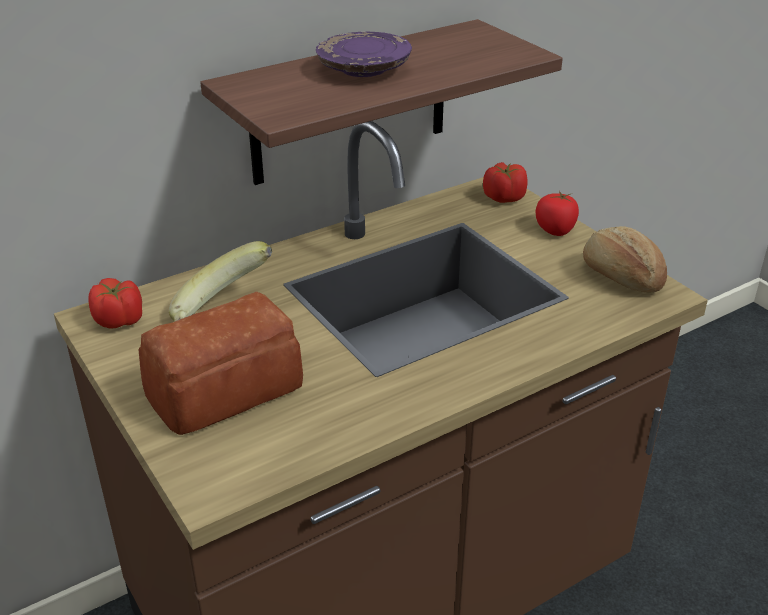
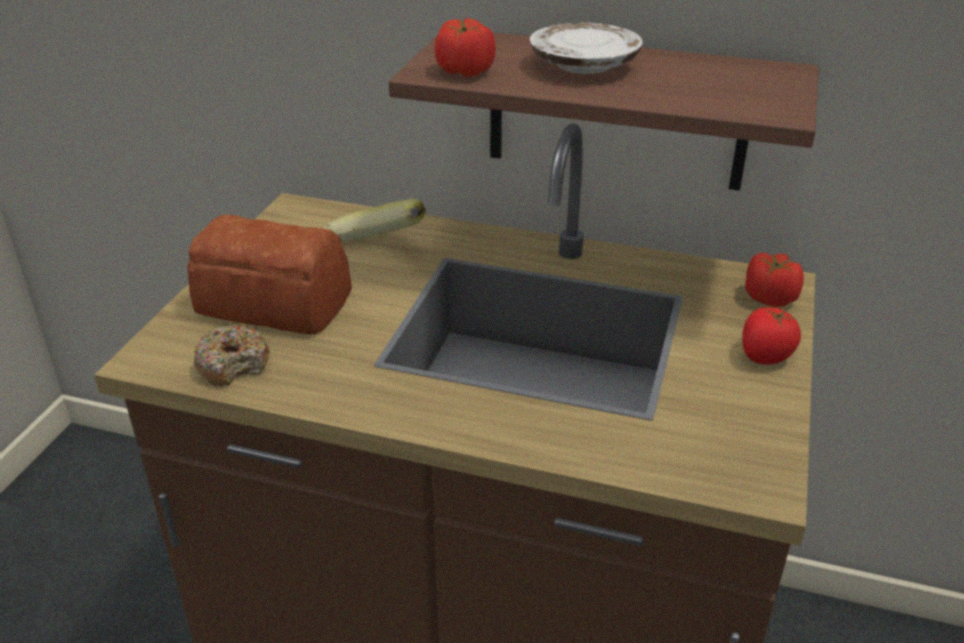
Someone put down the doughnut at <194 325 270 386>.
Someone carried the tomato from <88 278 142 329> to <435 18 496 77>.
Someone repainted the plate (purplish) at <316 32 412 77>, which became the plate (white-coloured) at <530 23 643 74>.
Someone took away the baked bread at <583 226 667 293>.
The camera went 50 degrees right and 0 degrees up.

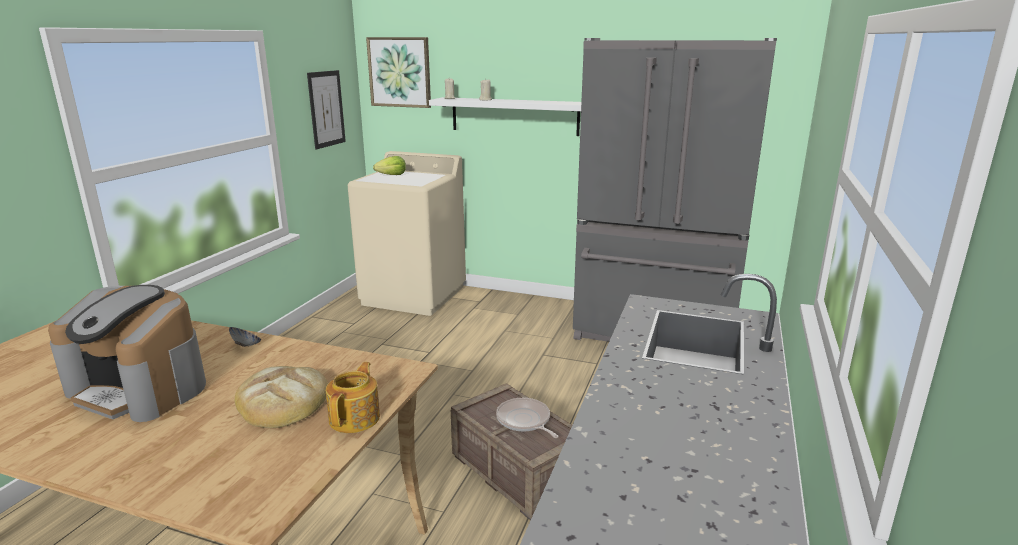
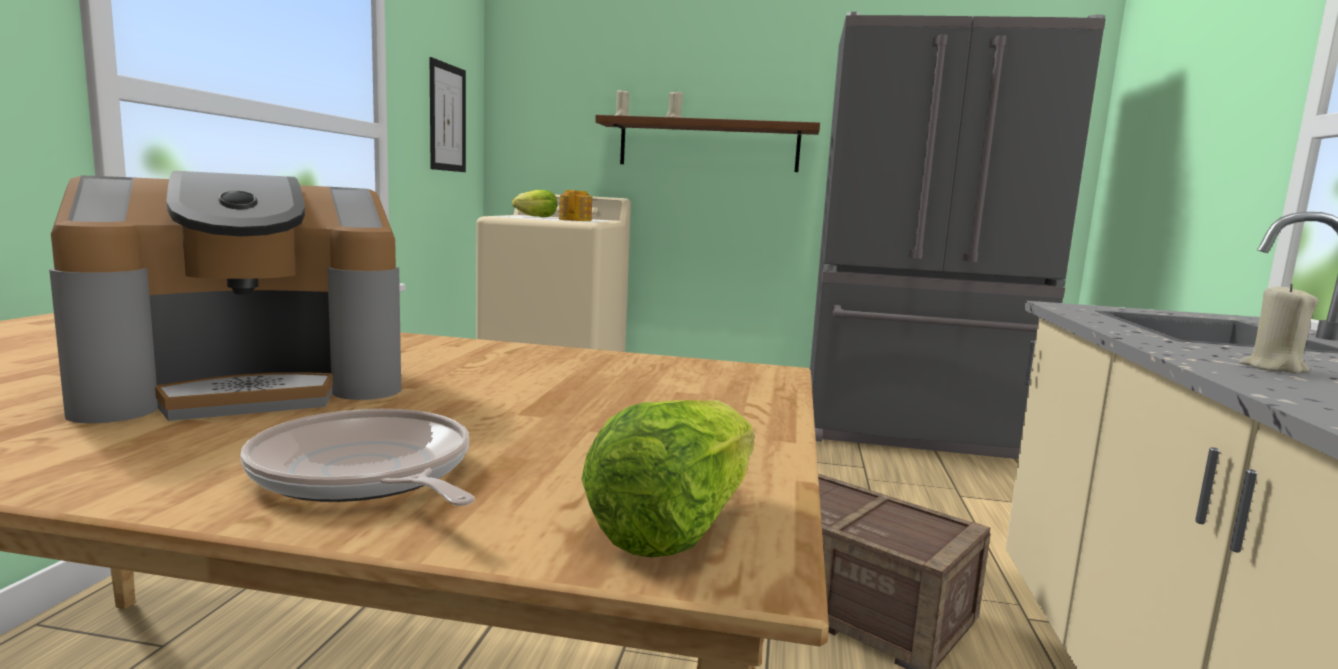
Someone rotated the coffee machine at <48 285 206 422> by 45 degrees counterclockwise.
Someone carried the pan from <496 398 559 438> to <241 409 475 506>.
Someone carried the teapot from <326 362 380 433> to <559 190 592 221>.
Someone put down the lettuce head at <582 400 755 557>.
Someone repainted the shelf (white-coloured) at <429 97 581 136>, which became the shelf (brownish) at <595 115 820 172>.
Someone put down the candle (sand-coloured) at <1239 284 1318 373>.
Someone took away the deep dish at <229 327 261 347>.
Someone took away the baked bread at <235 366 328 428>.
Someone took away the wall picture at <366 37 431 108>.
The camera went 10 degrees left and 10 degrees down.

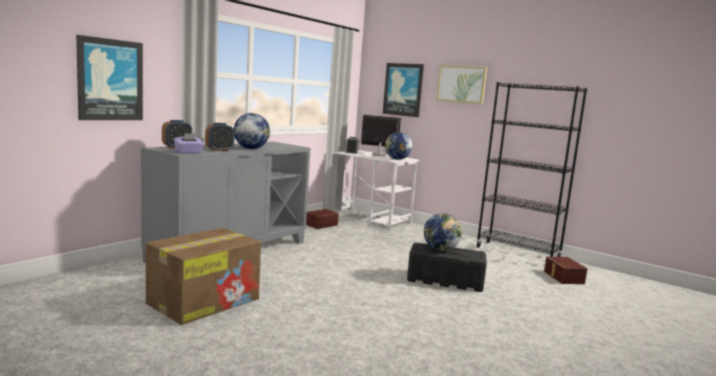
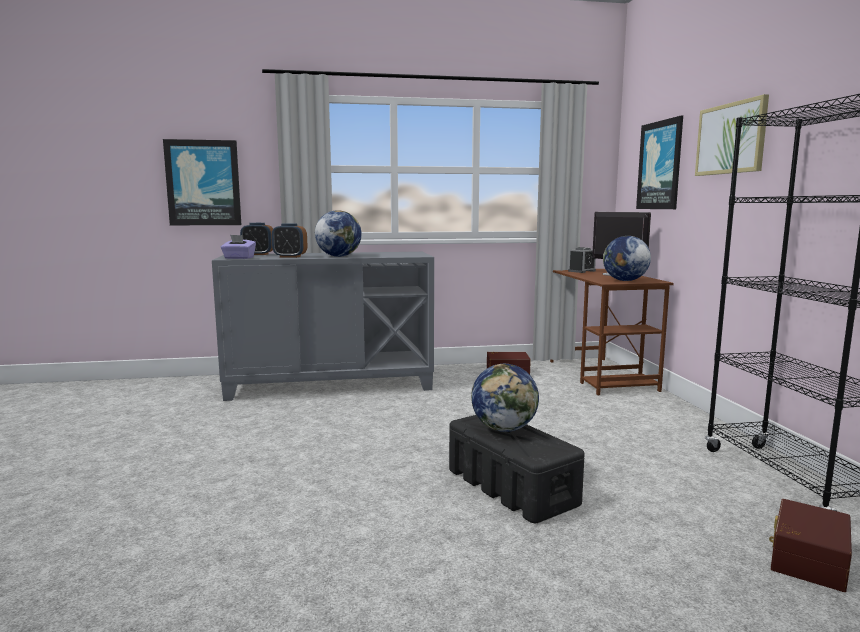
Someone repainted the desk (white-coloured) at <333 150 419 230>, which became the desk (brownish) at <550 269 674 395>.
Someone took away the cardboard box at <146 228 261 325>.
The camera went 45 degrees right and 0 degrees up.

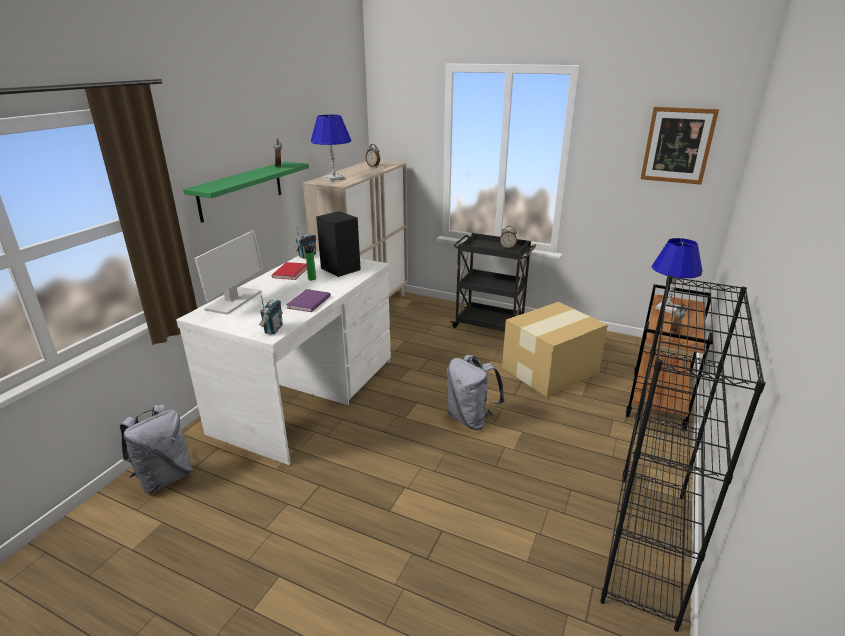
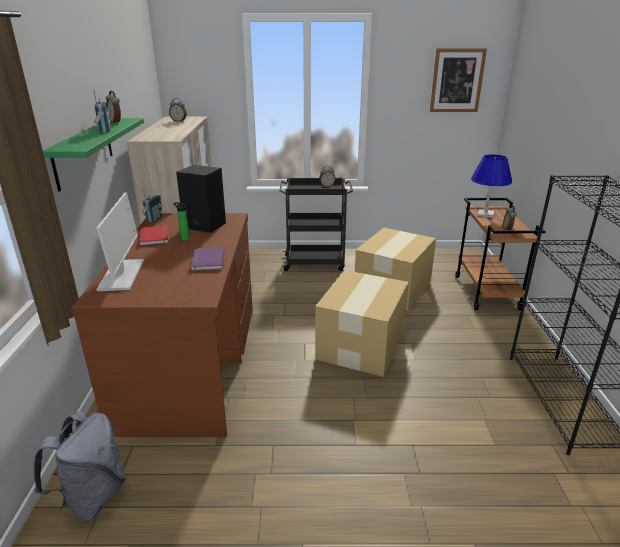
Someone repainted the desk (white-coloured) at <176 251 391 465>, which became the desk (brownish) at <71 213 253 437>.
Someone carried the radio receiver from <259 295 283 335> to <93 89 111 133>.
Someone swapped the backpack (greyish) at <447 355 505 430> for the cardboard box at <315 270 409 377>.
Someone took away the lamp for a table (blue-coloured) at <311 115 351 181>.
The camera went 25 degrees left and 0 degrees up.

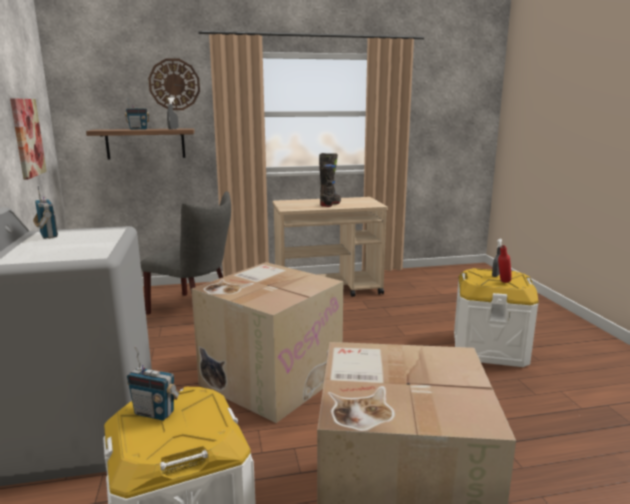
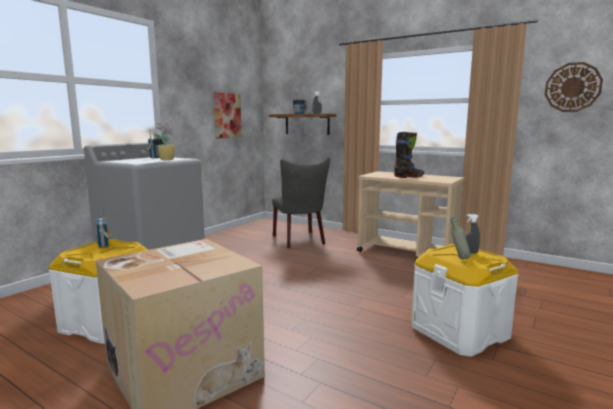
Someone put down the houseplant at <154 122 175 160>.
Someone repainted the drink bottle (reddish) at <498 245 512 283>, which became the drink bottle (greyish) at <451 217 471 259>.
Someone carried the hanging clock from <148 58 200 110> to <545 62 603 112>.
Someone took away the cardboard box at <191 262 343 423>.
The camera went 45 degrees right and 5 degrees down.

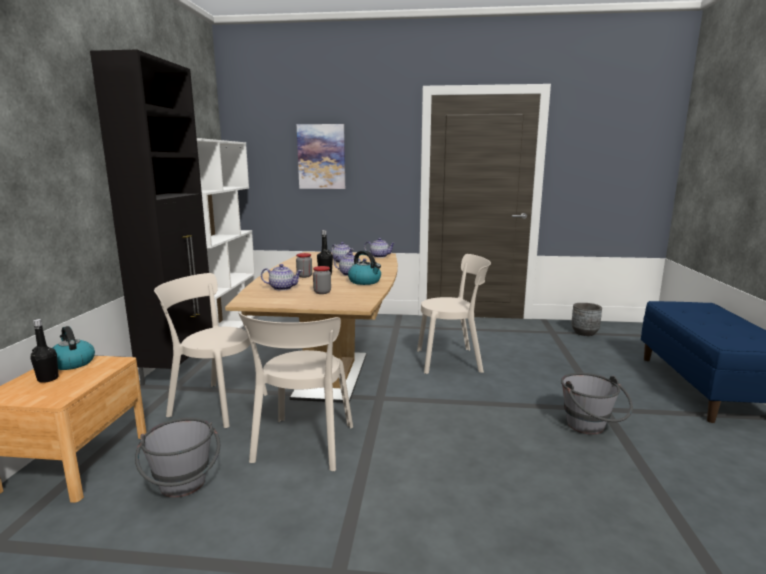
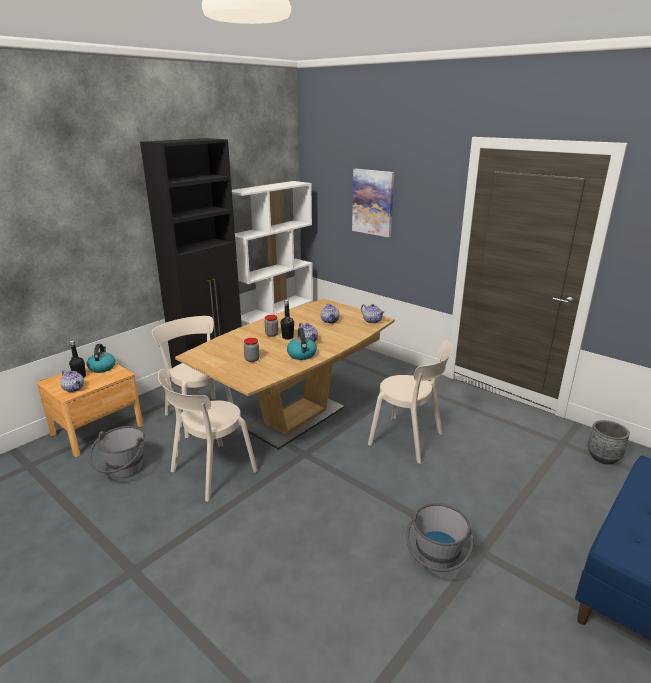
Someone carried the teapot from <261 264 302 291> to <60 370 84 392>.
The camera went 35 degrees right and 10 degrees up.

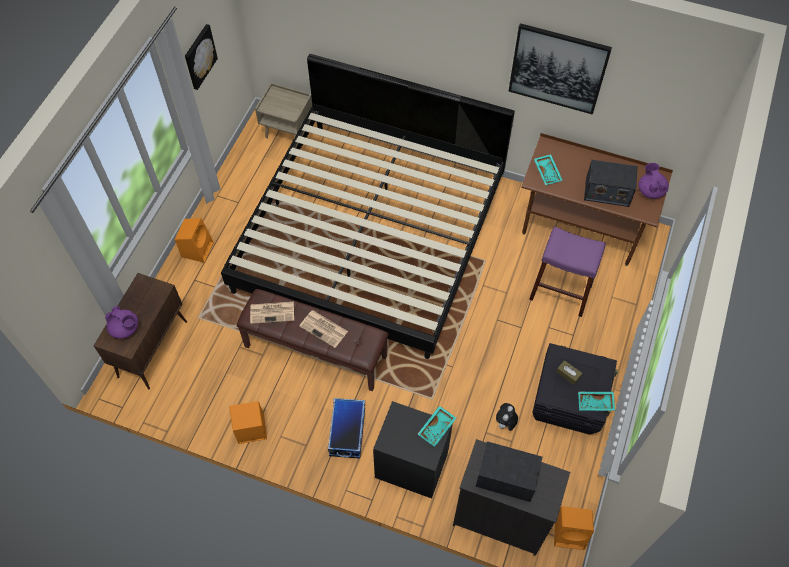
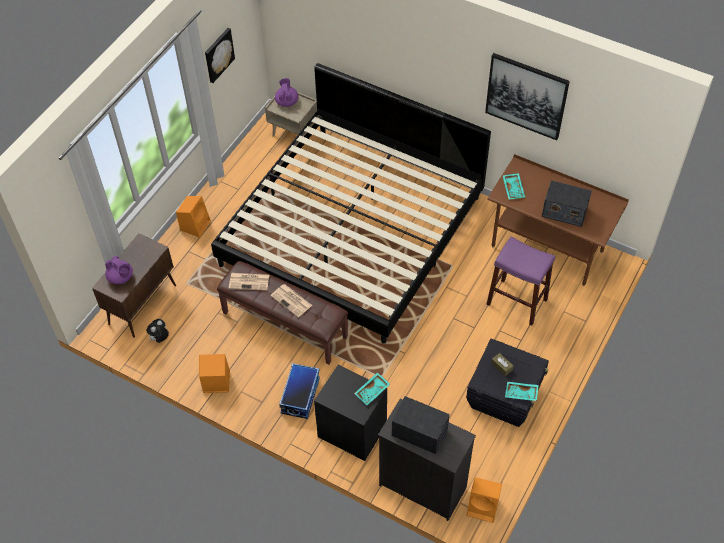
Someone carried the soft toy from <496 403 518 431> to <146 319 169 343>.
Someone carried the teapot (purplish) from <638 163 669 199> to <275 78 299 107>.
The camera went 10 degrees right and 5 degrees down.

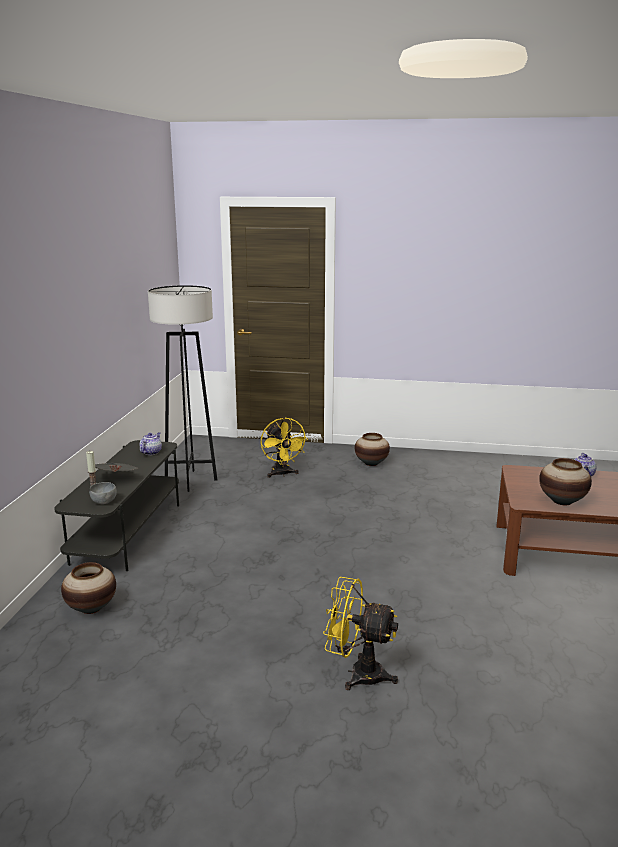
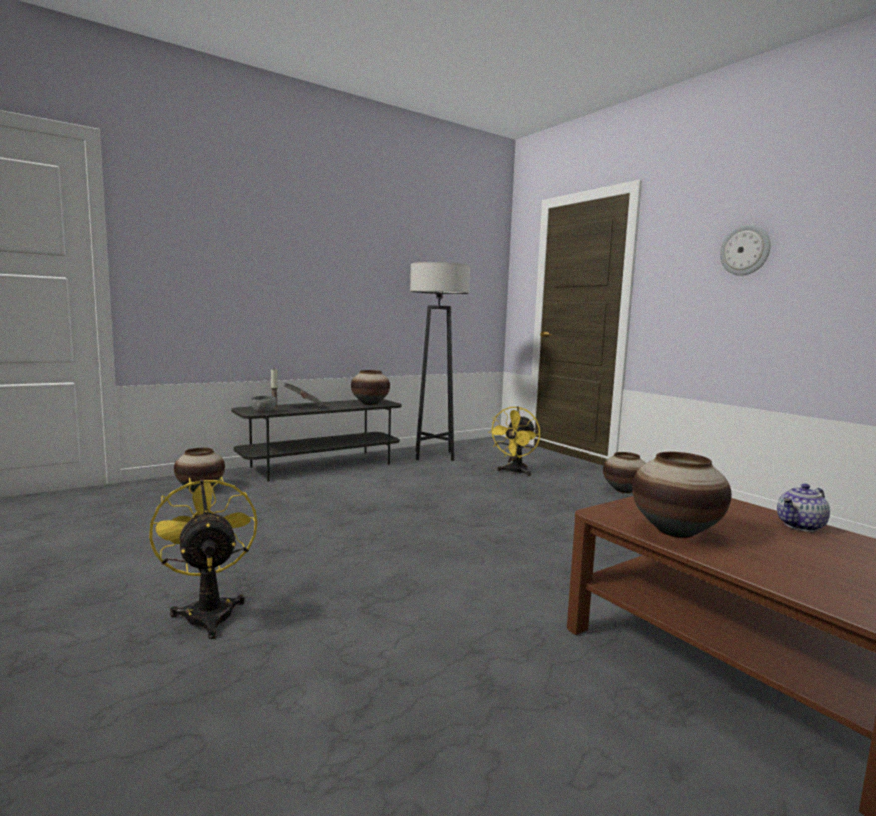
Someone swapped the teapot at <140 432 162 455> for the flower vase at <351 370 390 405>.
Someone put up the hanging clock at <720 225 770 276>.
The camera went 45 degrees right and 10 degrees down.

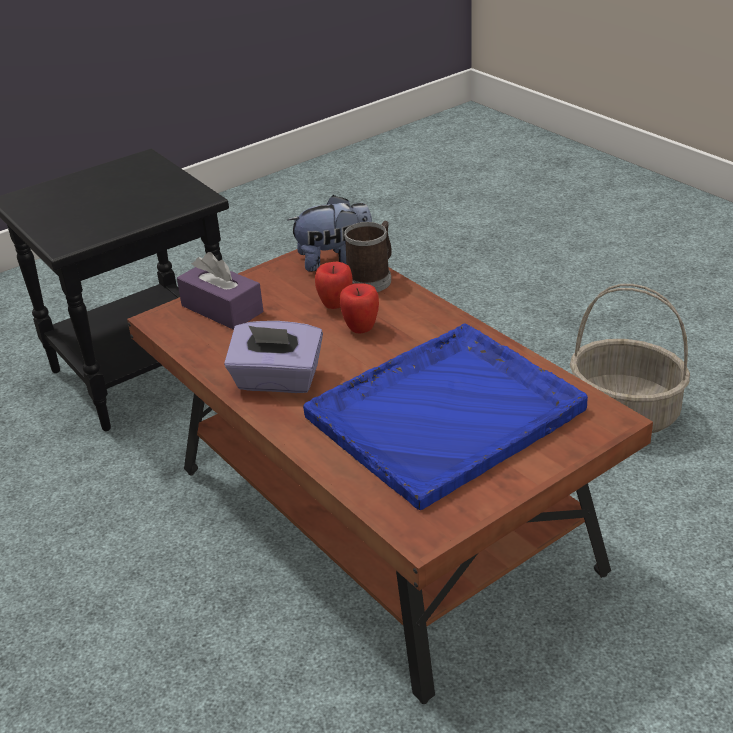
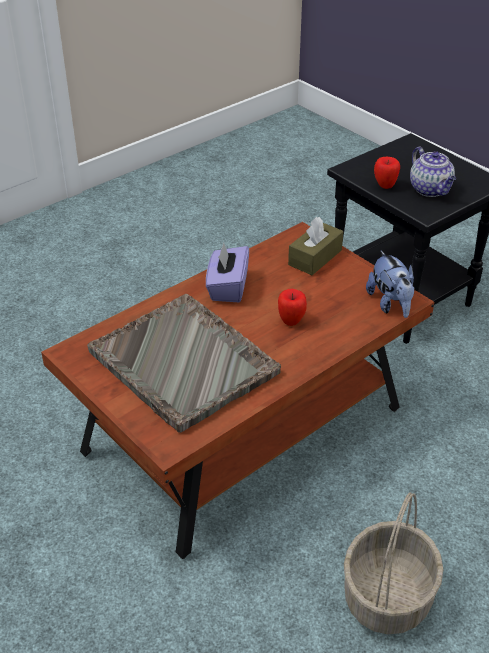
Someone repainted the carrying tray (blue-coloured) at <303 323 588 510>, which became the carrying tray (greyish) at <87 294 281 433>.
Someone repainted the box of tissues (purplish) at <177 252 263 330>, which became the box of tissues (brownish) at <288 217 343 275>.
Someone carried the apple from <315 262 353 309> to <374 157 400 189>.
Someone put down the teapot at <410 146 456 197>.
Someone took away the coffee mug at <344 221 392 292>.
The camera went 85 degrees right and 5 degrees up.

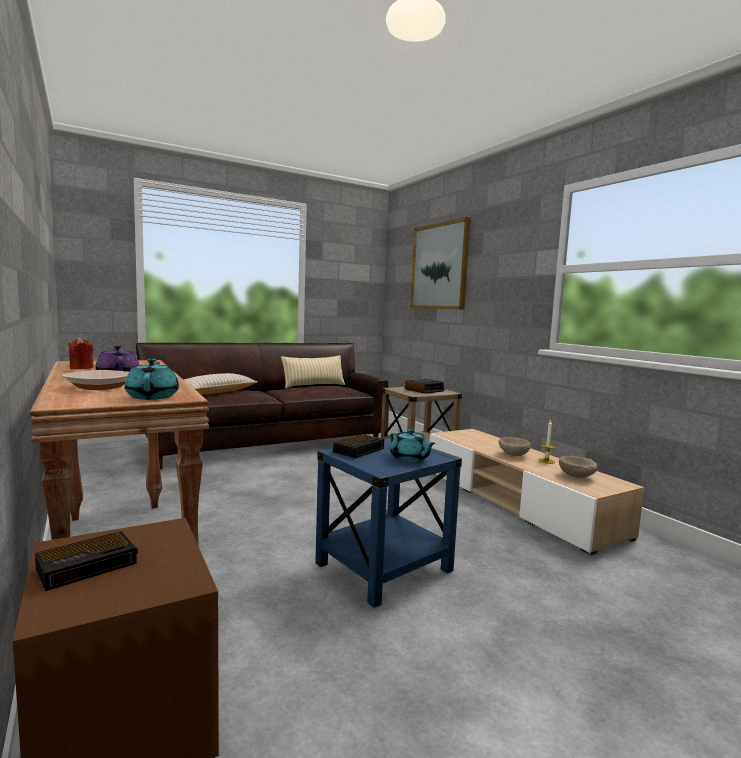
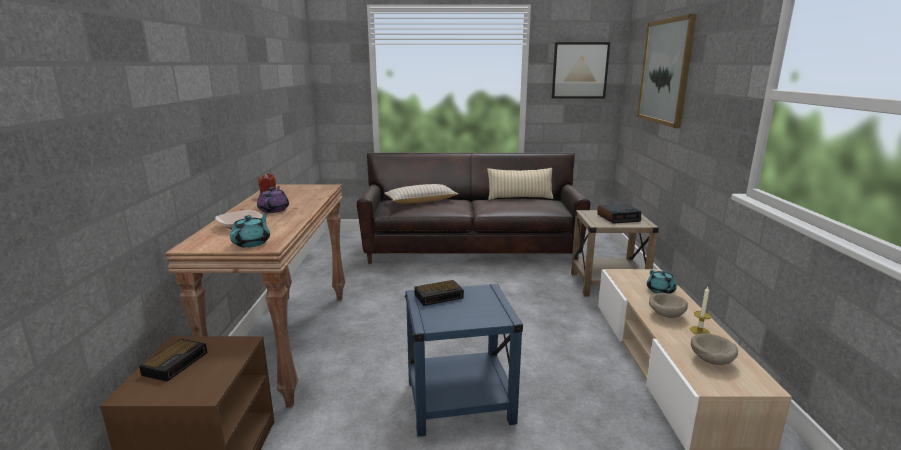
Someone rotated the table clock at <35 531 138 591> by 60 degrees counterclockwise.
Someone put up the wall picture at <552 42 610 99>.
Someone carried the teapot (blue-green) from <390 429 436 463> to <647 270 677 294>.
The camera went 30 degrees right and 10 degrees up.

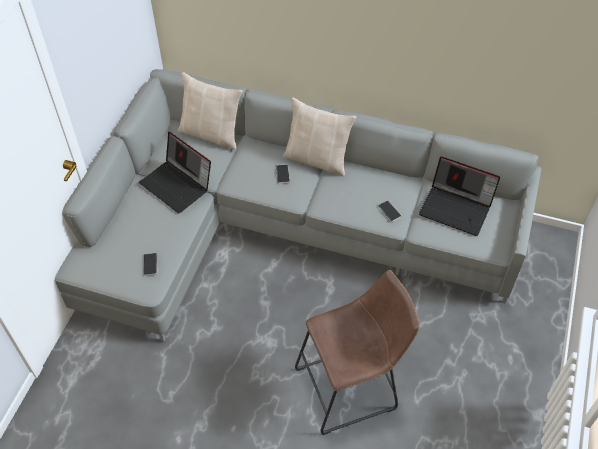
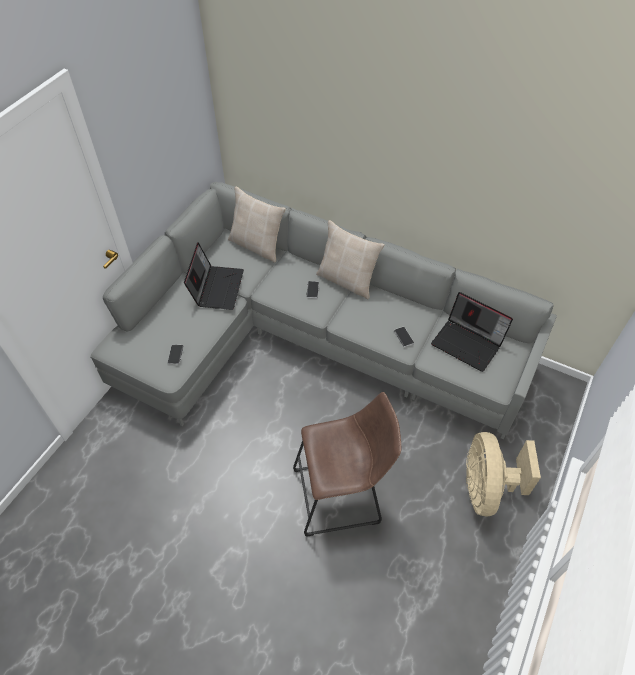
Someone rotated the laptop at <139 132 211 214> by 135 degrees counterclockwise.
Someone put down the fan (sand-coloured) at <466 432 541 517>.
The camera went 10 degrees right and 0 degrees up.

